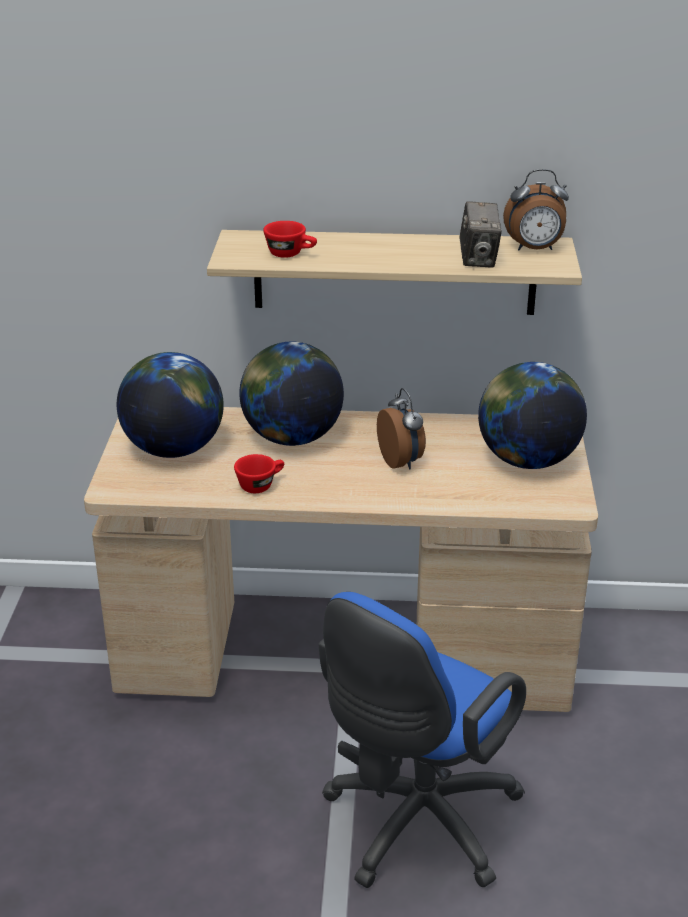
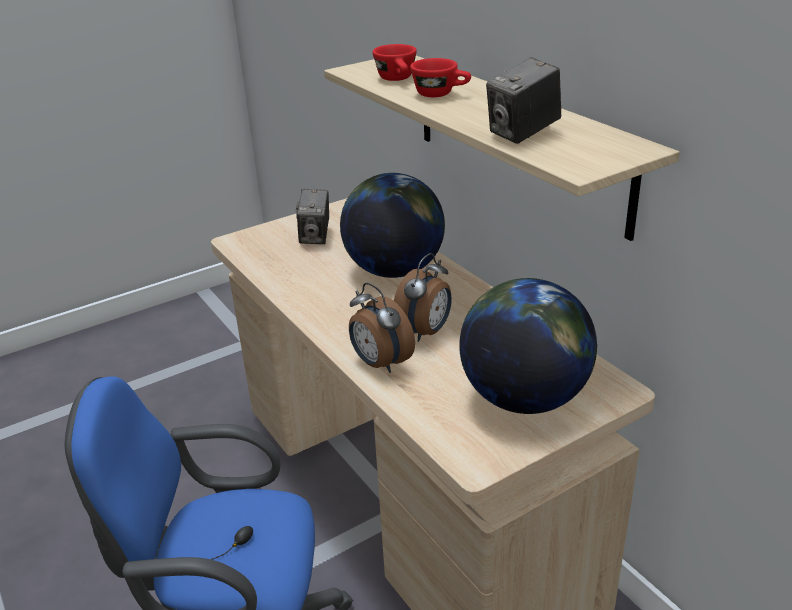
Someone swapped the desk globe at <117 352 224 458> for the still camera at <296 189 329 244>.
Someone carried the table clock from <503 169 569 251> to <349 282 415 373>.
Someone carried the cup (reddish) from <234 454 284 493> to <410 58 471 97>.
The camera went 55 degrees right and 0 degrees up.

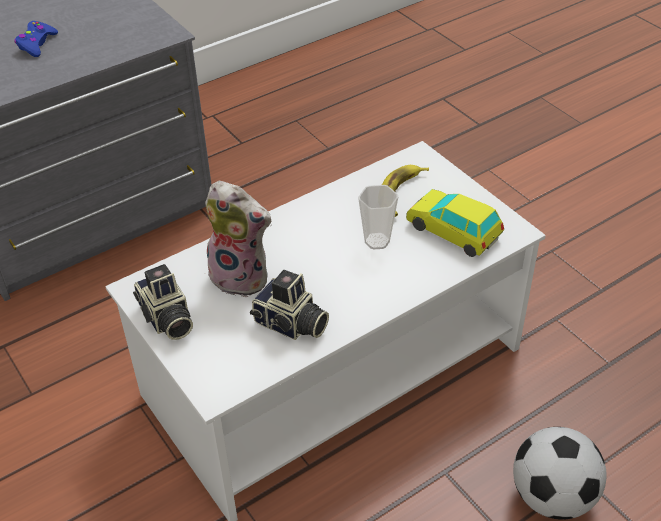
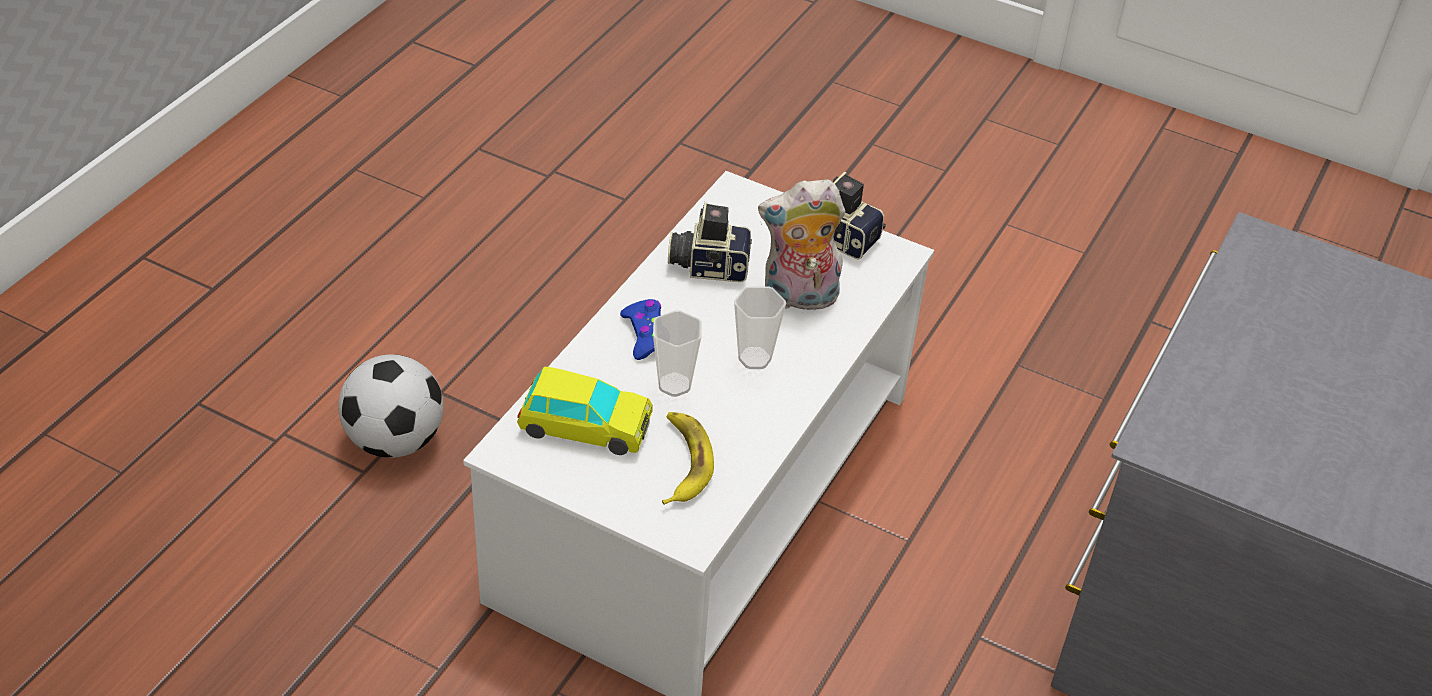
Someone carried the joypad (blue-coloured) from <15 21 58 57> to <620 299 661 360>.
Someone put down the cup at <734 286 786 369>.
The camera went 150 degrees right and 0 degrees up.

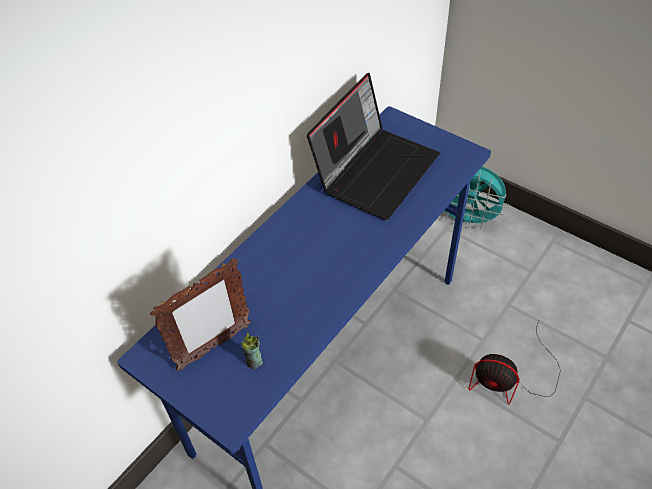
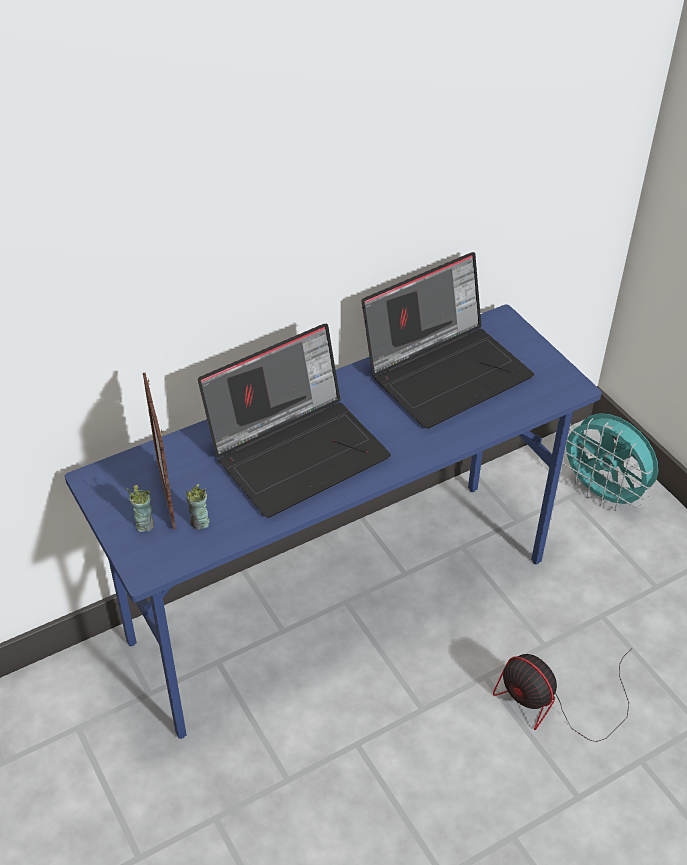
Someone put down the cup at <127 485 154 532>.
Someone rotated the standing frame at <150 258 251 371> by 90 degrees clockwise.
Someone put down the laptop at <198 324 391 518>.
The camera went 20 degrees right and 5 degrees down.

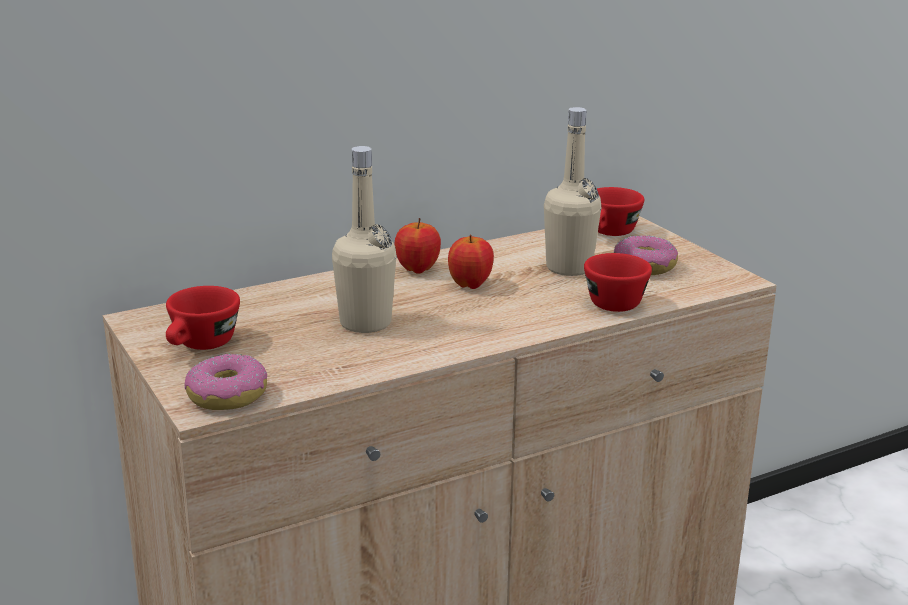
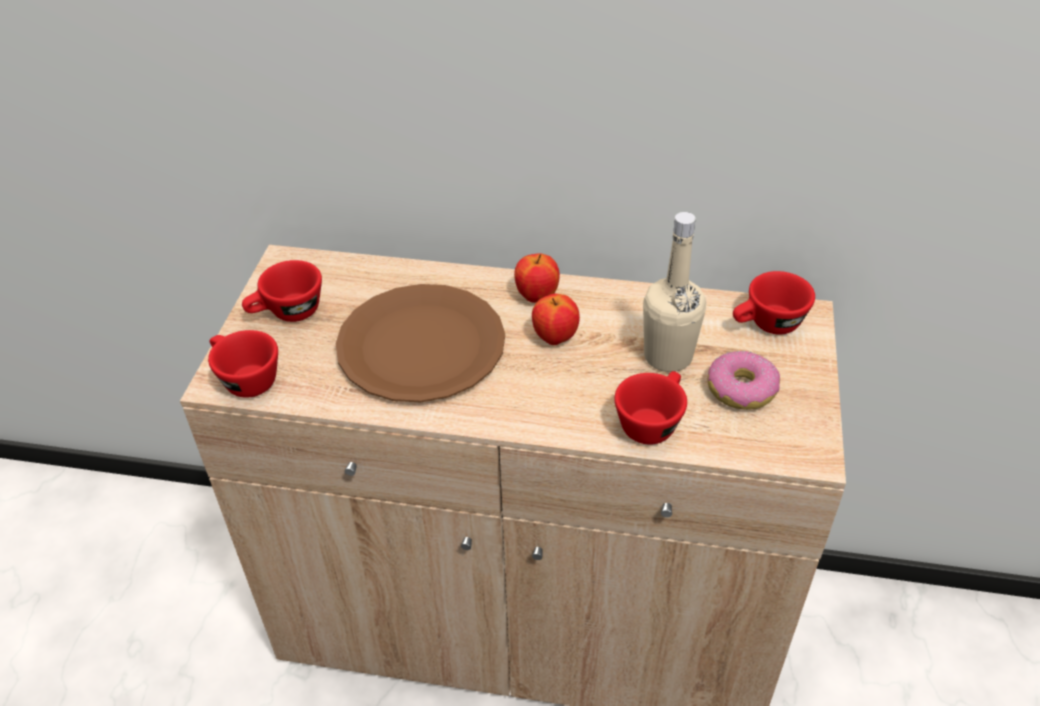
Someone swapped the doughnut at <184 353 267 410> for the cup (reddish) at <208 330 278 398>.
Someone swapped the drink bottle (sand-coloured) at <332 146 396 333> for the plate (brownish) at <336 284 505 402>.
The camera went 40 degrees right and 20 degrees up.

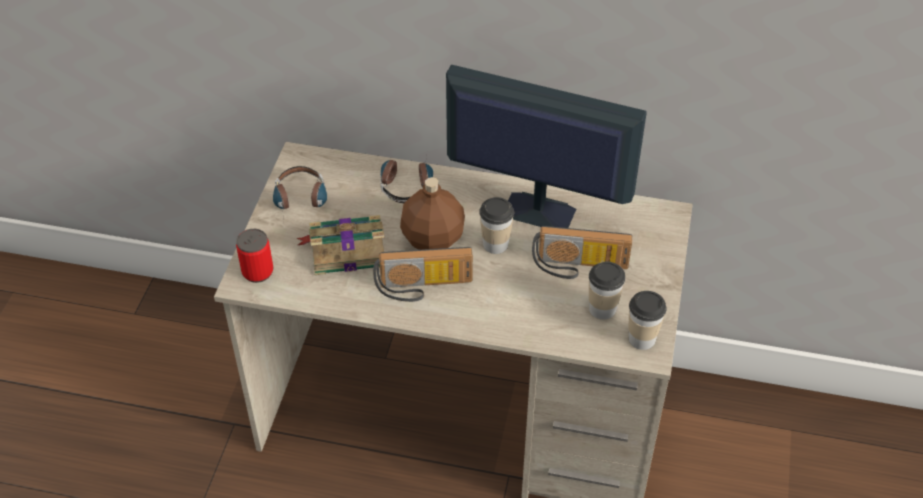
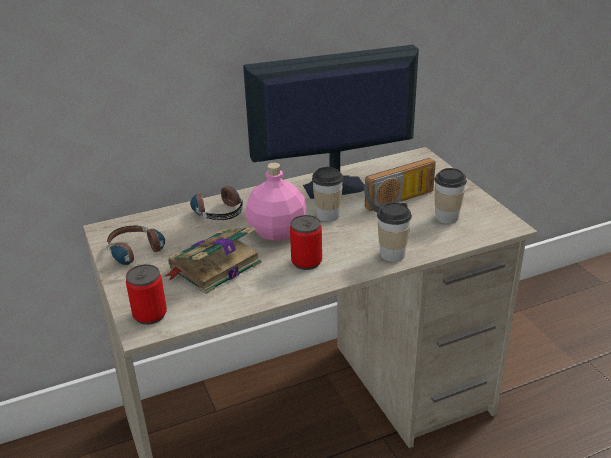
Someone repainted the drink bottle (brownish) at <400 177 465 250>, which became the drink bottle (pinkish) at <246 163 306 241>.
Someone swapped the radio receiver at <373 247 473 302> for the can at <290 215 322 270>.
Someone carried the cup from <629 291 667 350> to <377 202 412 262>.
The camera went 35 degrees left and 15 degrees down.

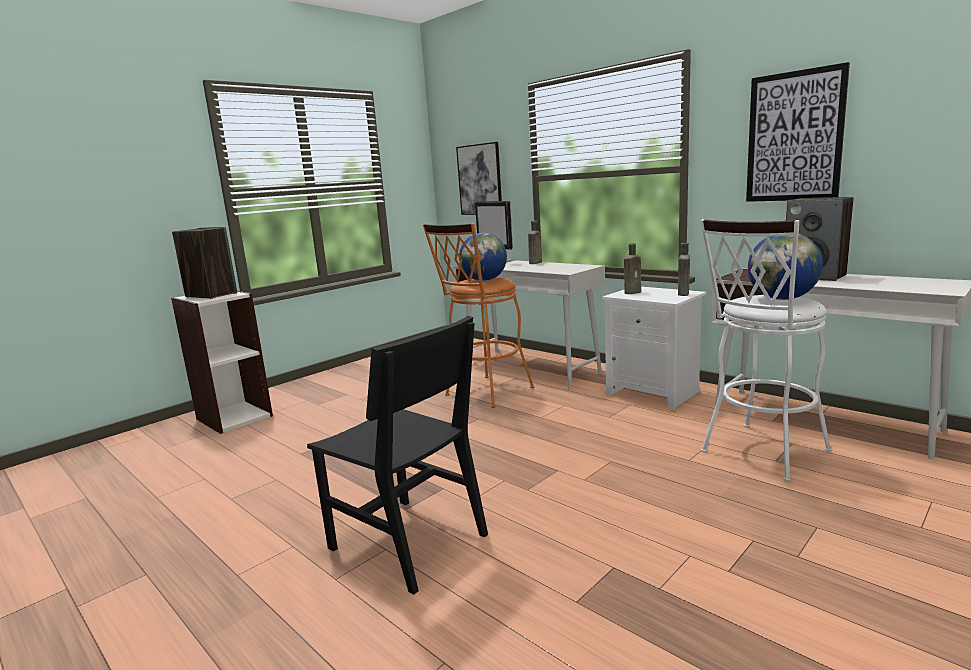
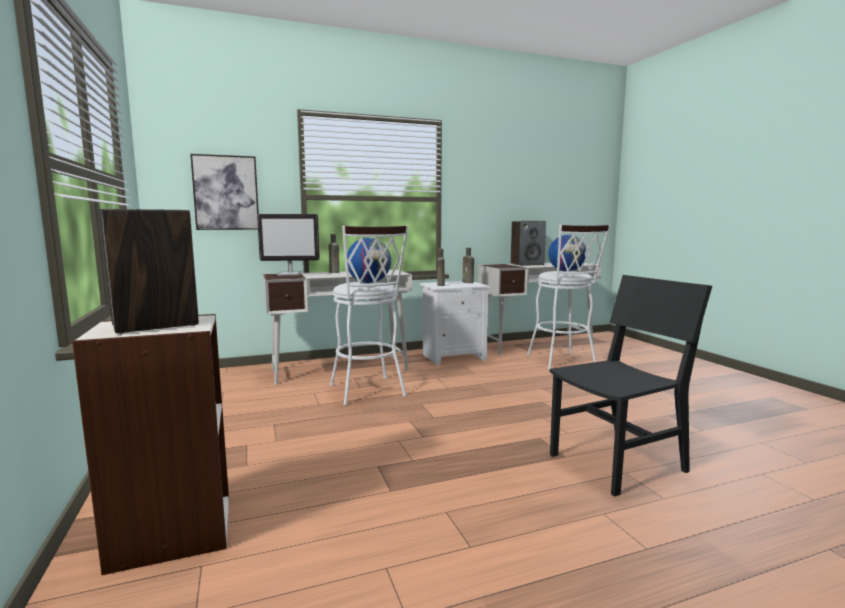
Someone repainted the stool (orange) at <423 223 534 408>, which became the stool (white-coloured) at <330 226 408 405>.
Someone took away the wall picture at <746 62 850 202>.
The camera went 65 degrees left and 5 degrees down.

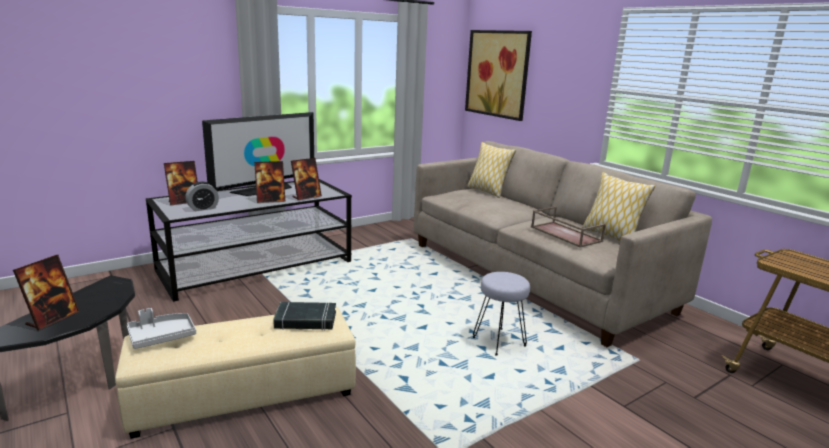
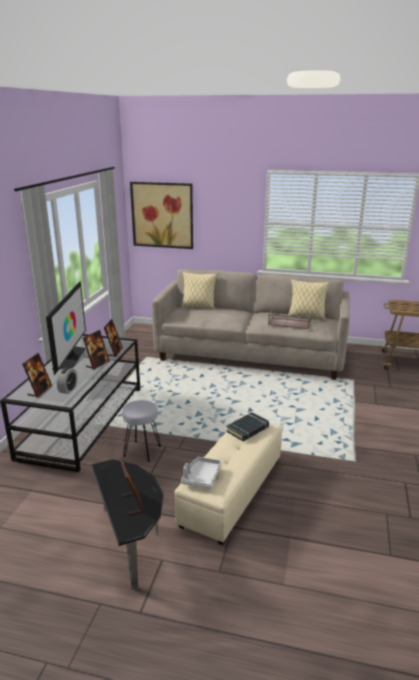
Someone carried the stool (greyish) from <473 272 530 356> to <122 400 161 462>.
The camera went 40 degrees left and 5 degrees up.

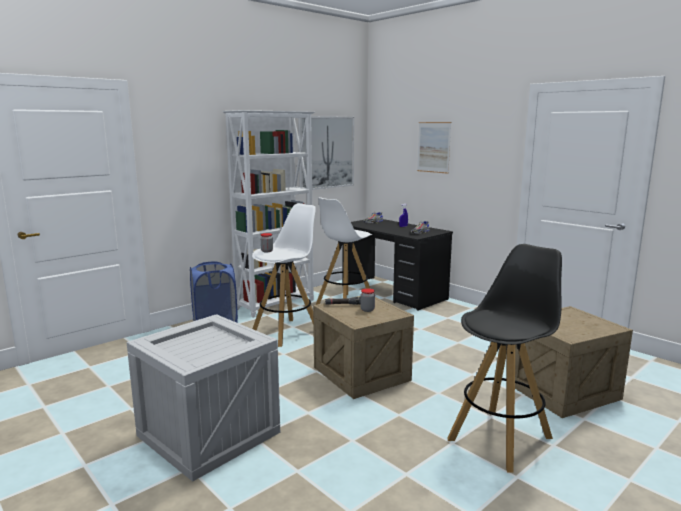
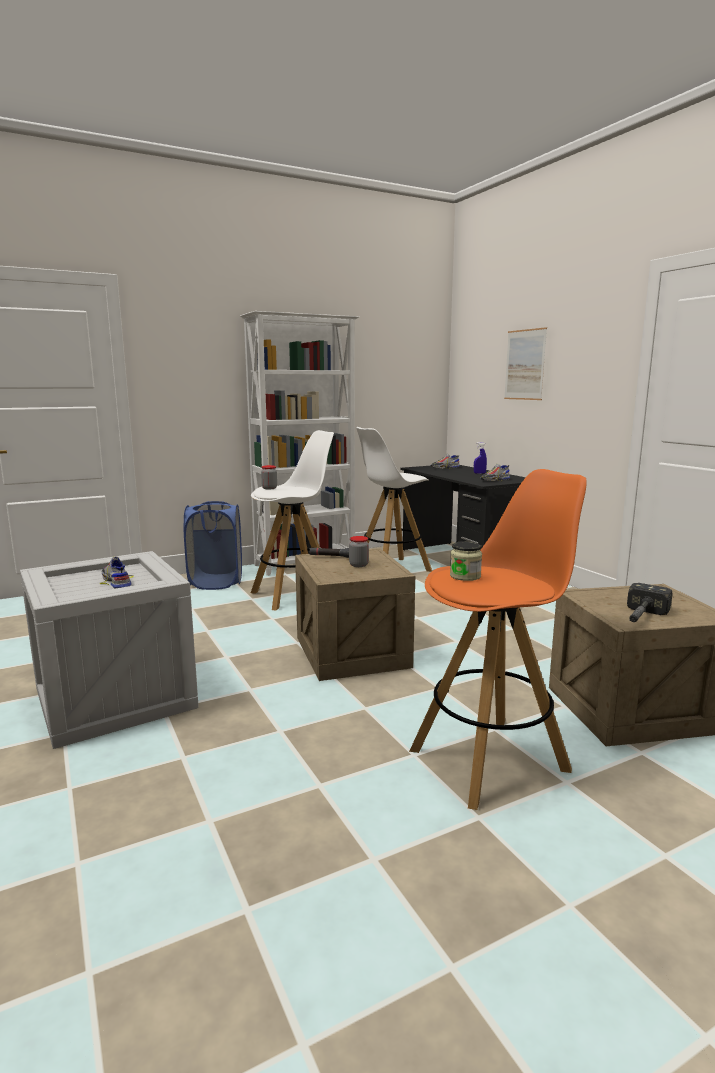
Someone put down the low shoe at <100 556 134 589>.
Someone repainted the stool (black) at <447 244 562 473>, which became the stool (orange) at <409 469 587 810>.
Someone put down the storage jar at <450 541 482 581>.
Someone put down the hammer at <627 583 672 622>.
Someone took away the wall picture at <298 116 354 190>.
The camera went 15 degrees right and 0 degrees up.

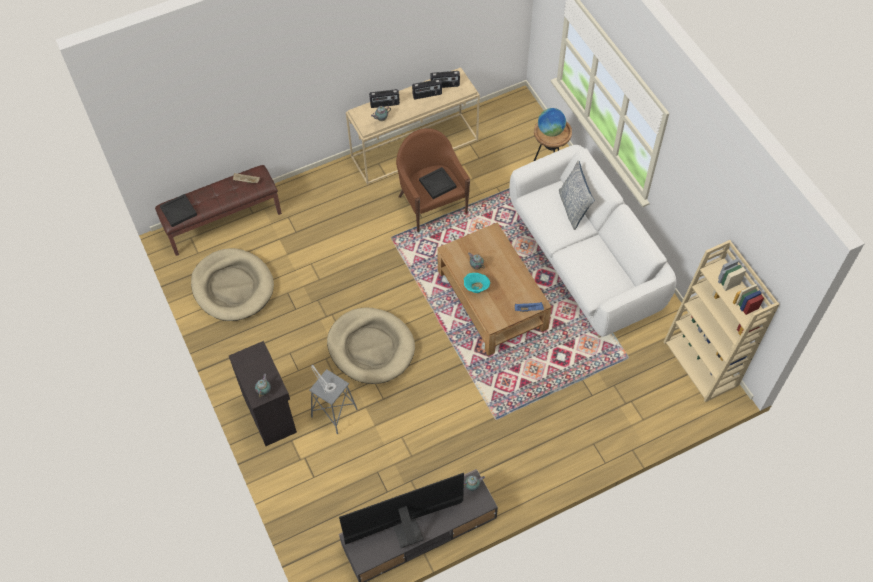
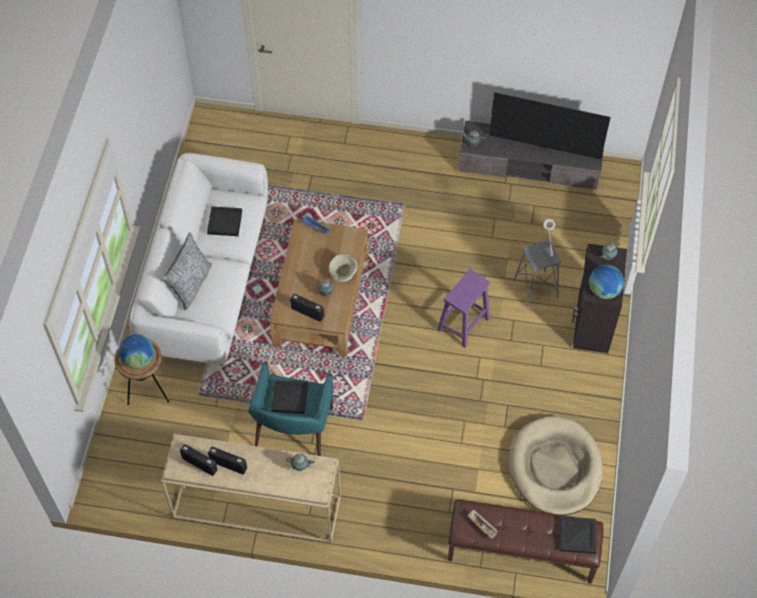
Someone put down the carrying tray (black) at <207 206 242 236>.
Someone repainted the armchair (brownish) at <396 128 470 232>, which became the armchair (blue-green) at <248 362 334 456>.
Someone carried the radio receiver from <369 89 400 108> to <290 294 324 322>.
Someone repainted the deep dish (blue-green) at <464 273 490 293>, which became the deep dish (sand-coloured) at <329 254 357 282>.
Someone swapped the dog cushion (sand-coloured) at <327 307 415 384> for the stool (purplish) at <437 269 490 348>.
Someone put down the desk globe at <589 265 624 299>.
Someone took away the bookshelf (sand-coloured) at <664 240 779 402>.
The camera went 145 degrees left and 0 degrees up.

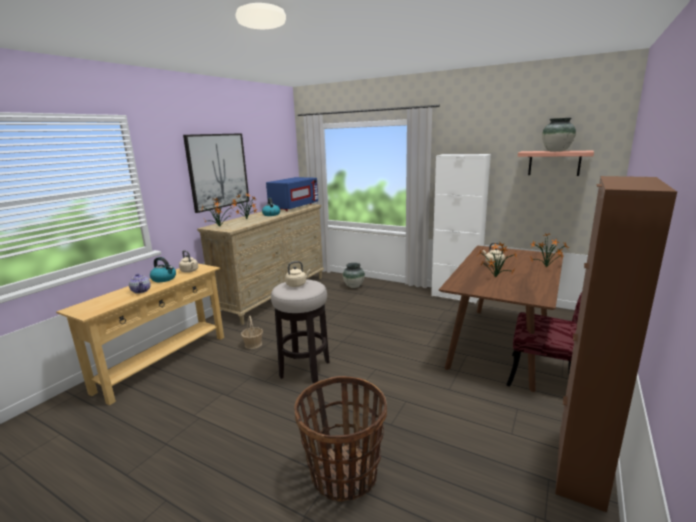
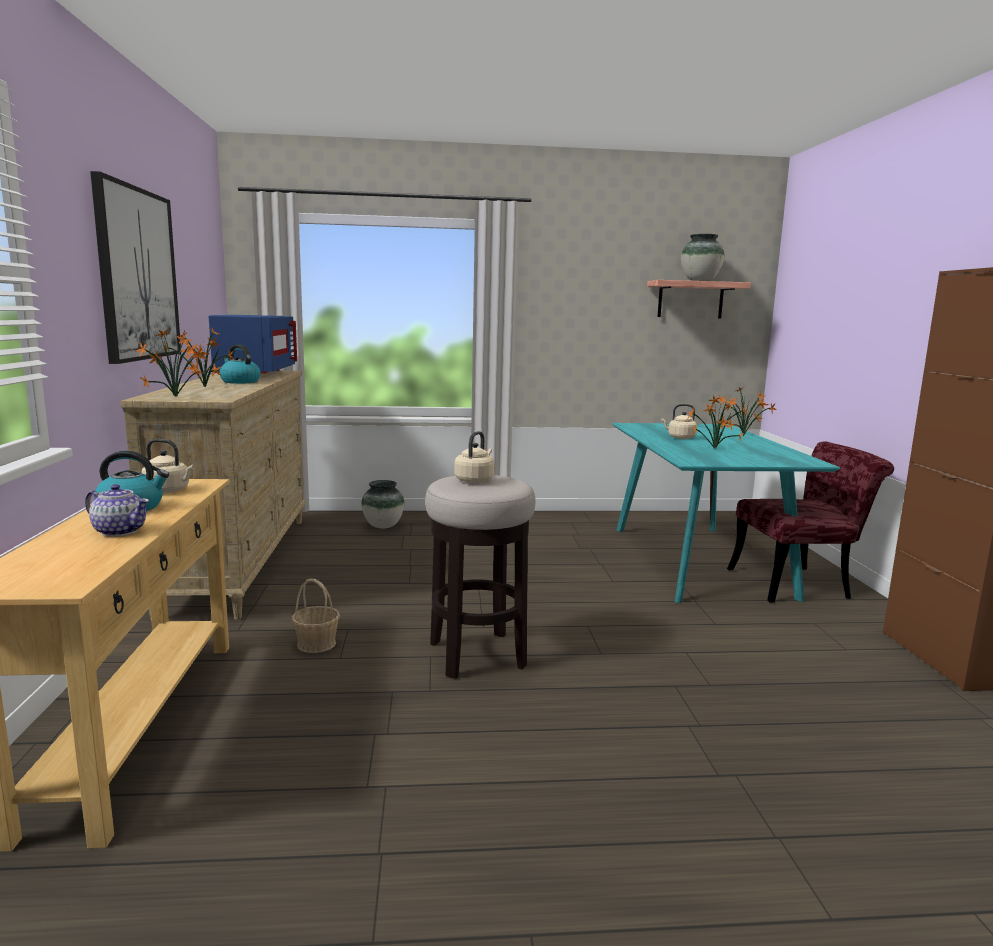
Someone repainted the kitchen table (brownish) at <439 245 564 392>, which became the kitchen table (blue-green) at <612 423 840 603>.
Someone took away the basket at <294 376 387 502>.
Someone took away the cabinet (white-coloured) at <431 154 491 304>.
The camera went 35 degrees left and 5 degrees down.

